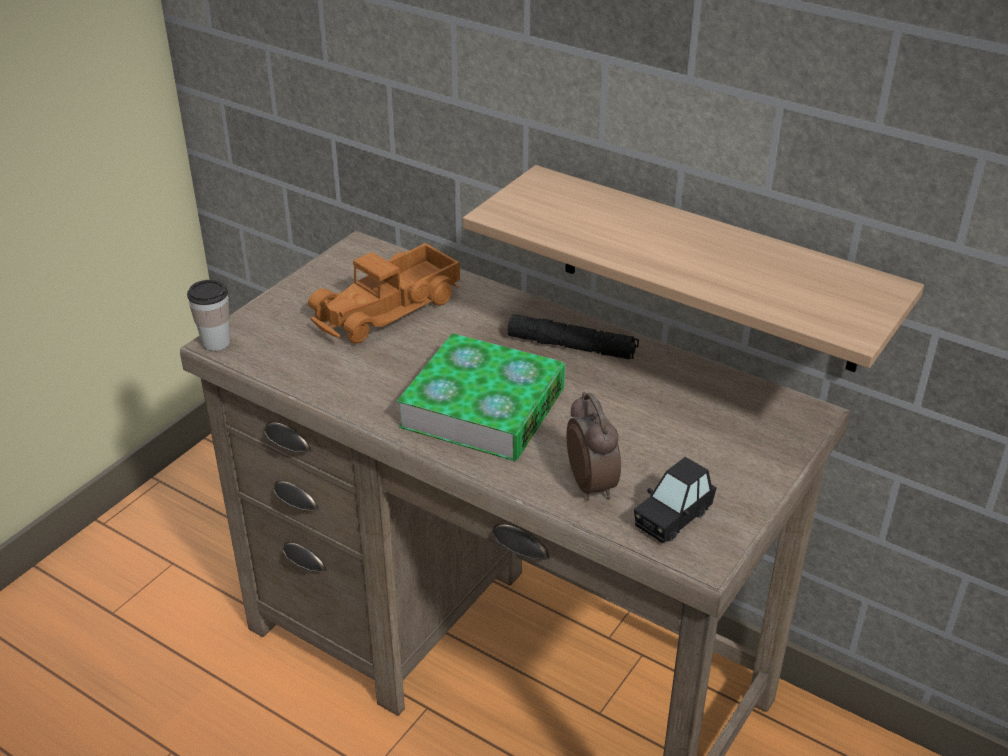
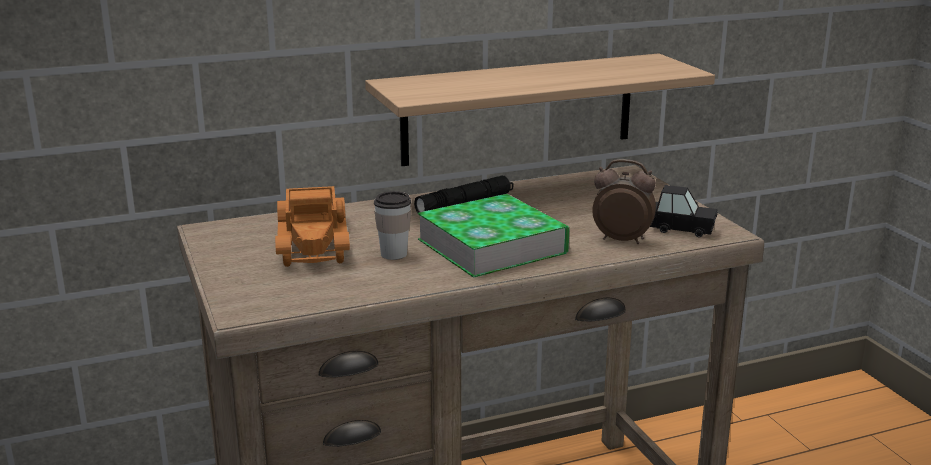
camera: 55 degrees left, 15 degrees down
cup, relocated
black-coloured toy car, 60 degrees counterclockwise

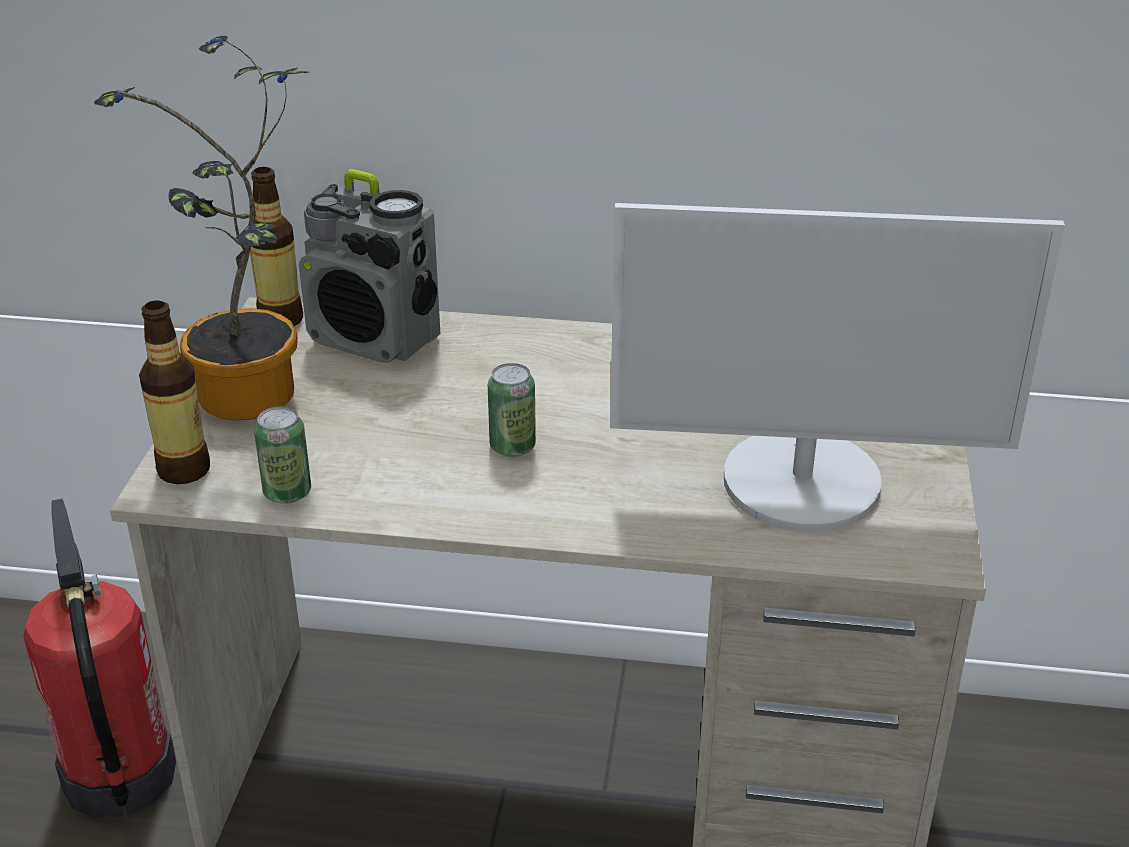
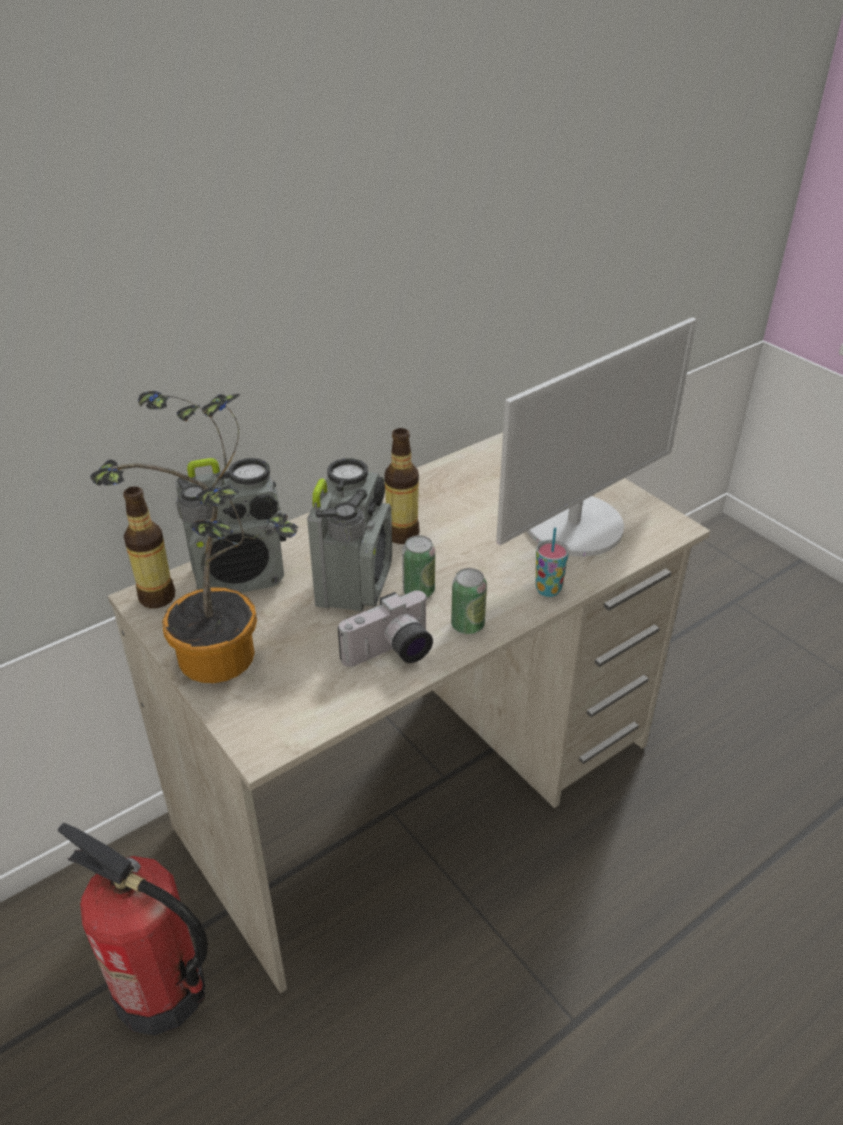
camera: 45 degrees left, 5 degrees up
bottle (no. 1 from left in the first image) => bottle (no. 2 from left), relocated
sealed can (no. 1 from left in the first image) => sealed can (no. 2 from left), relocated
nothing => radio set (no. 2 from left)
nothing => cup
nothing => photo camera

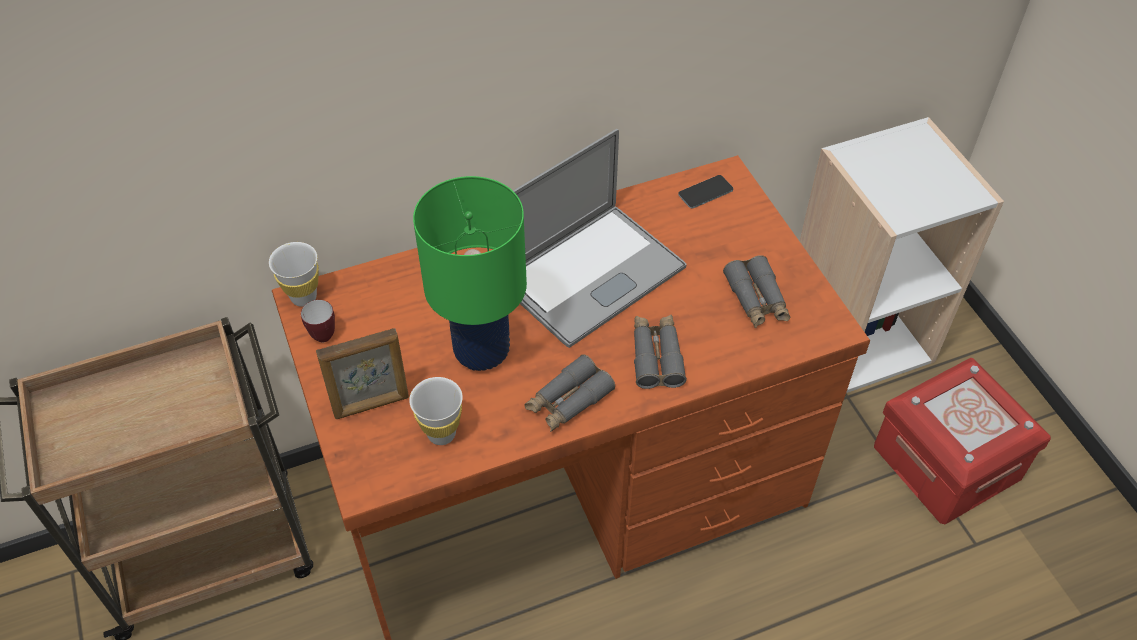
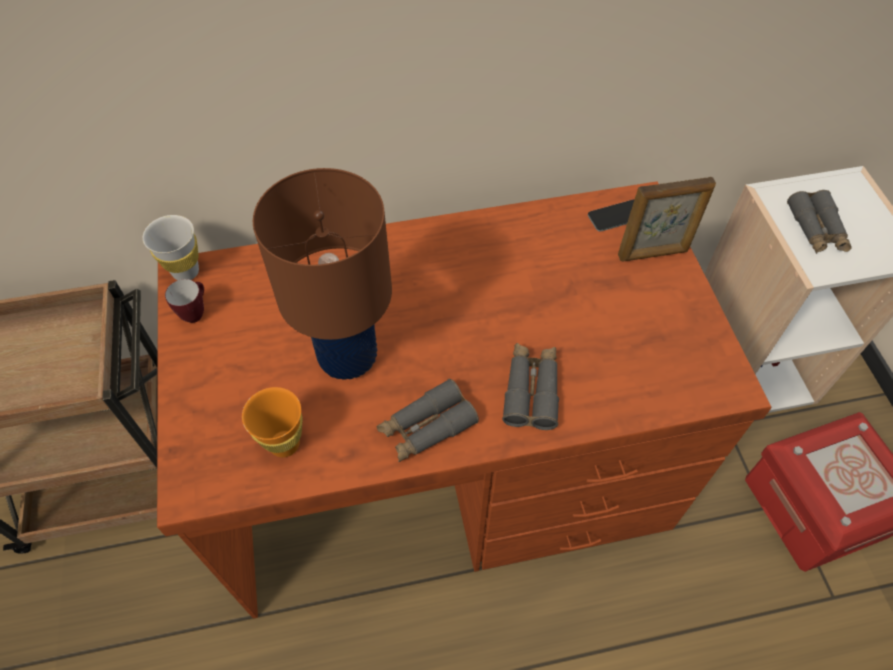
camera: 10 degrees right, 5 degrees up
notebook computer => nothing
green lamp for a table => brownish lamp for a table
greyish pair of binoculars (no. 3 from left), relocated
standing frame, relocated
white cup (no. 2 from left) => orangey cup

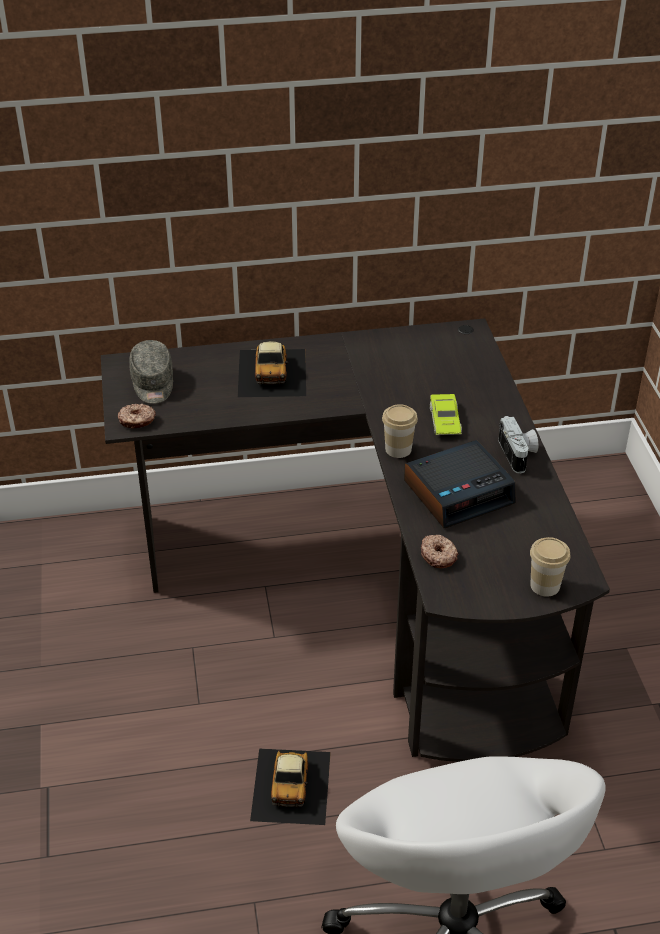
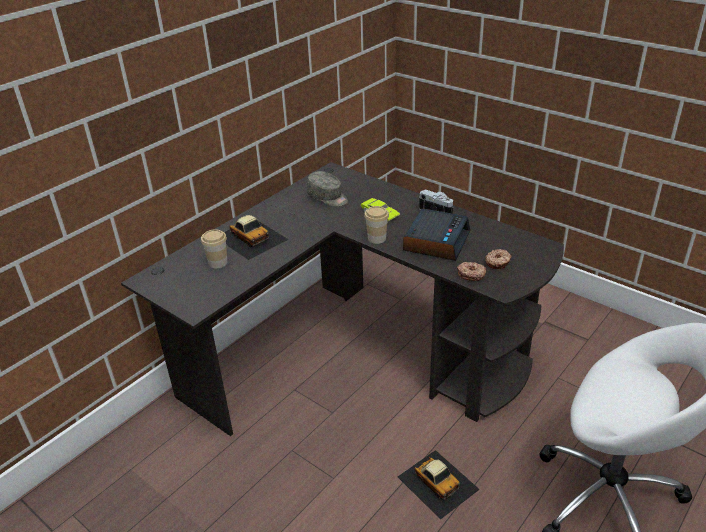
camera: 40 degrees left, 5 degrees down
greyish baseball cap, relocated
donut (no. 1 from left in the first image) => donut (no. 2 from left), relocated
cup (no. 2 from left in the first image) => cup (no. 1 from left), relocated

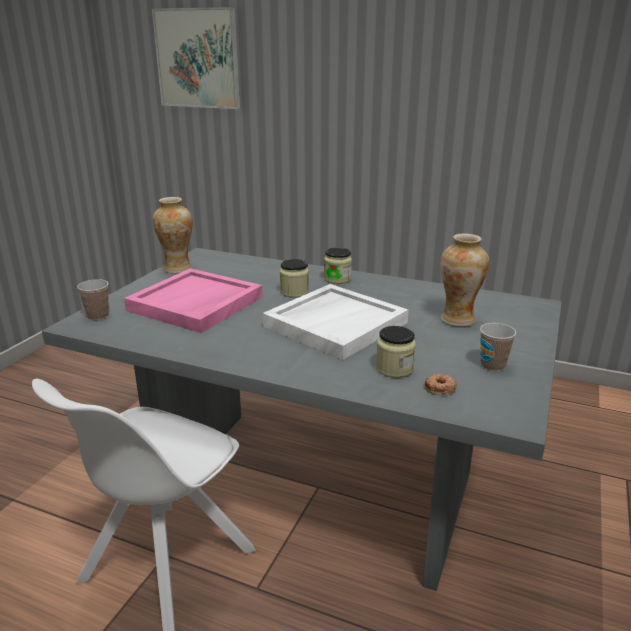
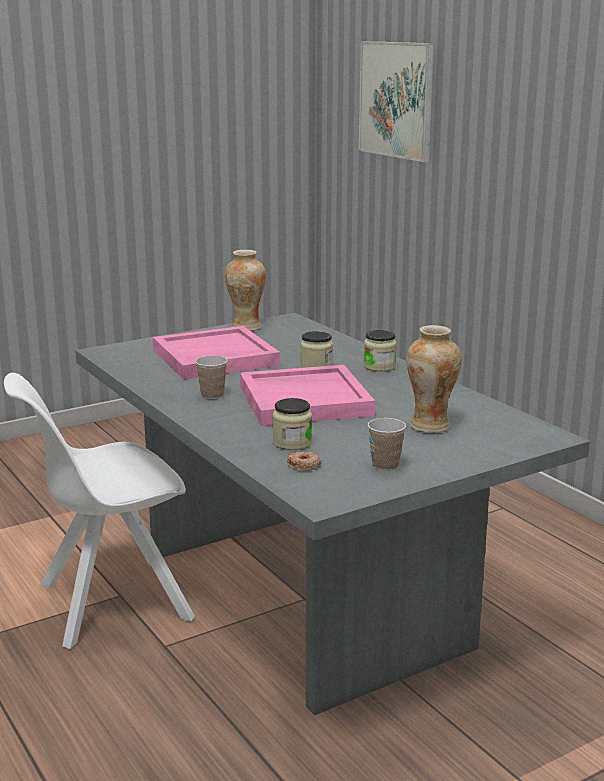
camera: 35 degrees right, 5 degrees down
cup (no. 1 from left), relocated
white tray => pink tray (no. 2 from left)

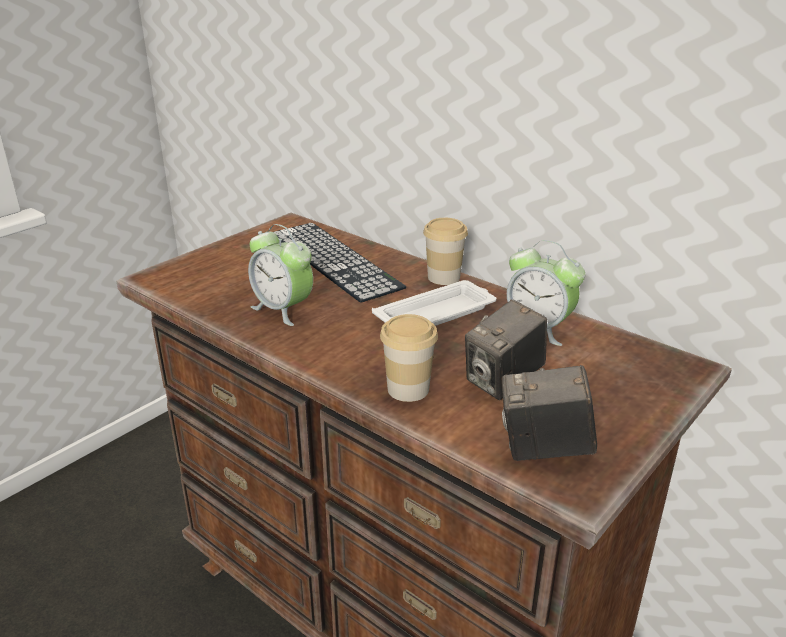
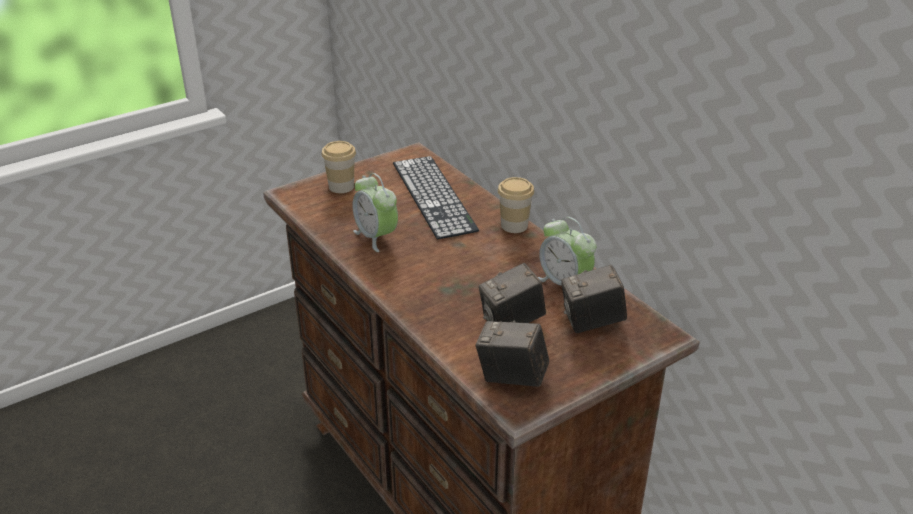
camera: 15 degrees right, 5 degrees up
white tray => nothing
cup (no. 1 from left), relocated
nothing => photo camera (no. 3 from left)

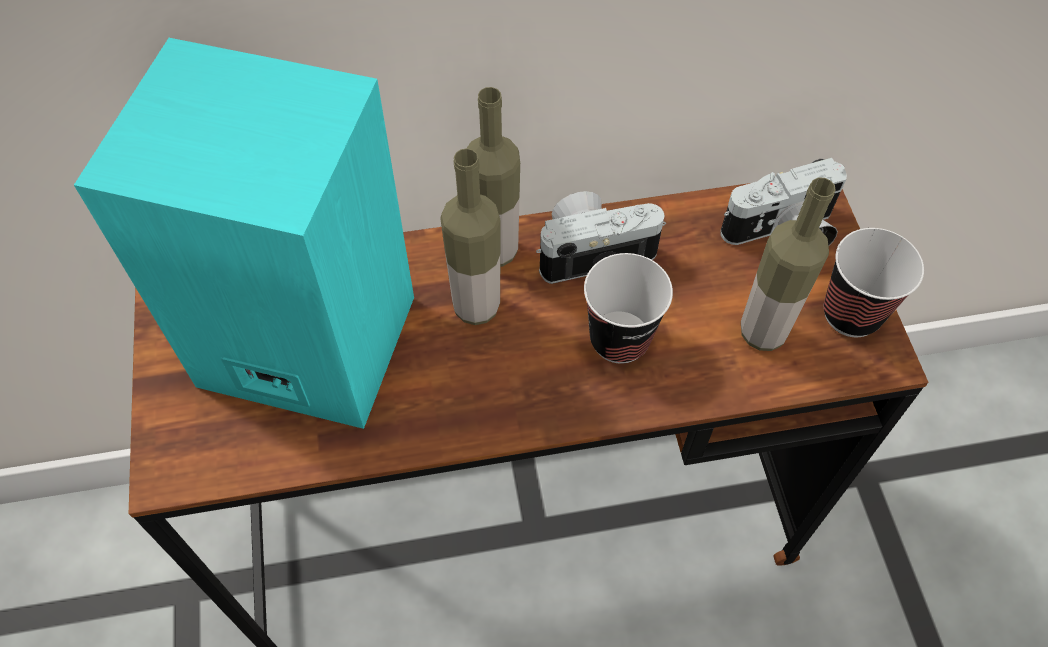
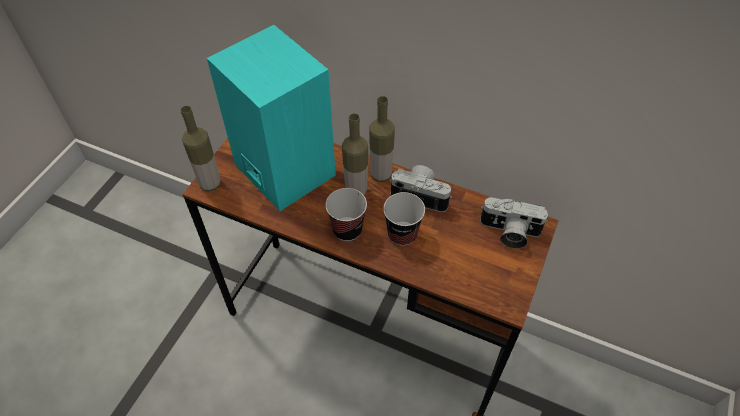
camera: 35 degrees right, 5 degrees down
bottle (no. 3 from left in the first image) => bottle (no. 1 from left), relocated
cup (no. 2 from left in the first image) => cup (no. 1 from left), relocated

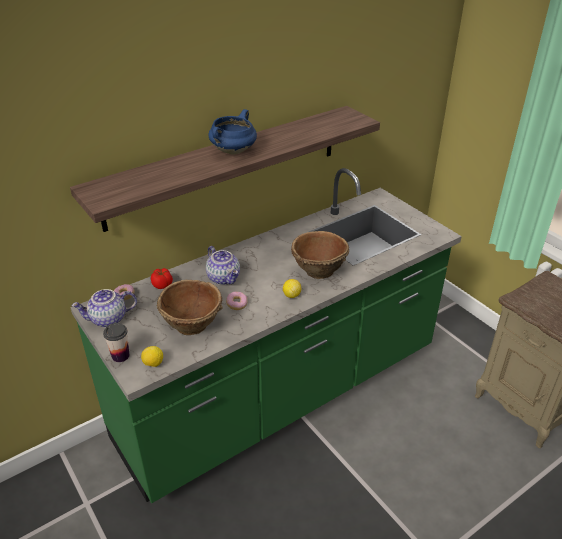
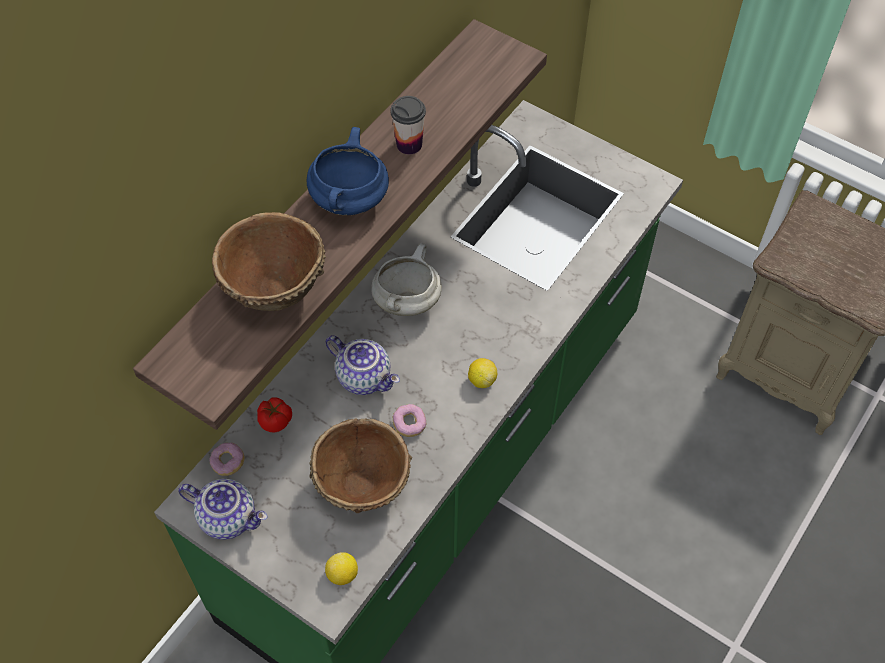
camera: 20 degrees left, 20 degrees up
brownish deep dish (no. 2 from left in the first image) => brownish deep dish (no. 1 from left), relocated
tea pot (no. 1 from left), 120 degrees counterclockwise
cup, relocated
nothing => white stockpot

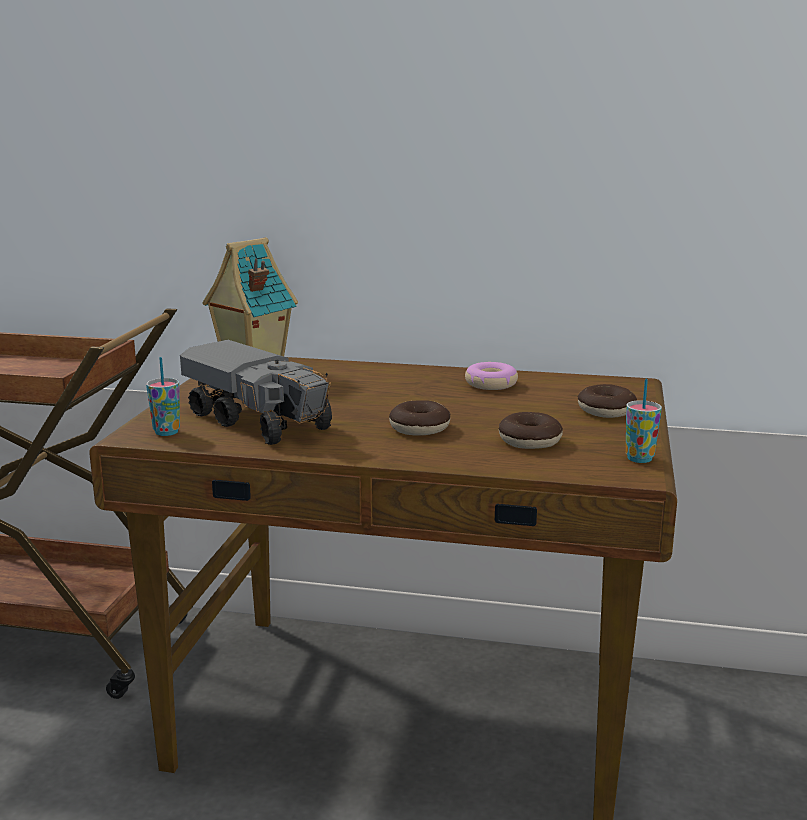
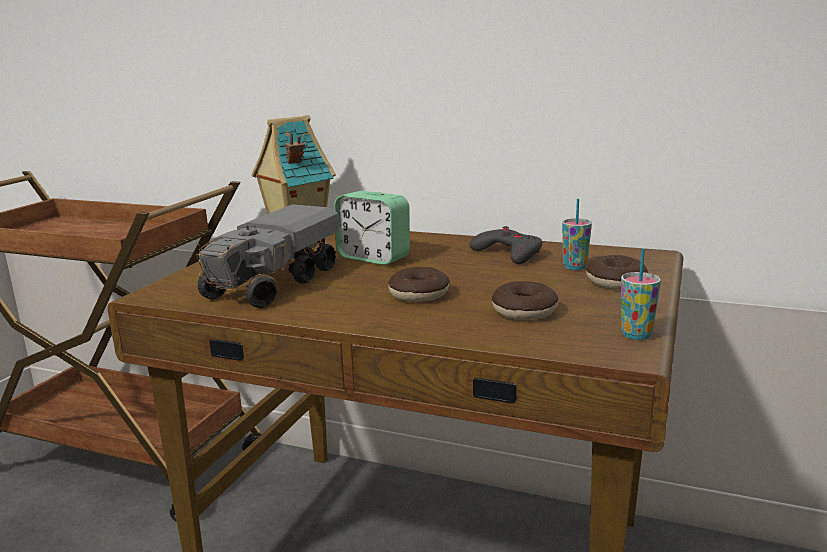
camera: 10 degrees right, 0 degrees up
toy truck, 60 degrees clockwise
cup (no. 1 from left), relocated
donut (no. 2 from left) => greyish game controller
nothing => alarm clock

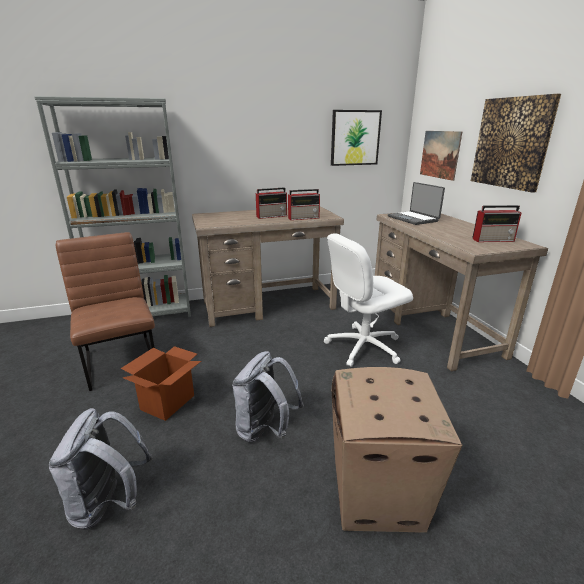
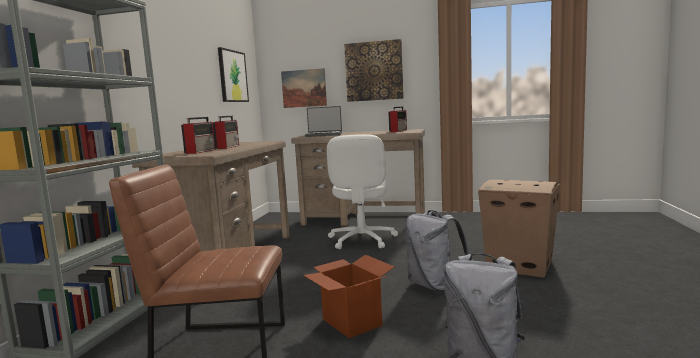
camera: 60 degrees left, 15 degrees down
radio set (no. 2 from left in the first image) => radio set (no. 1 from left), relocated

